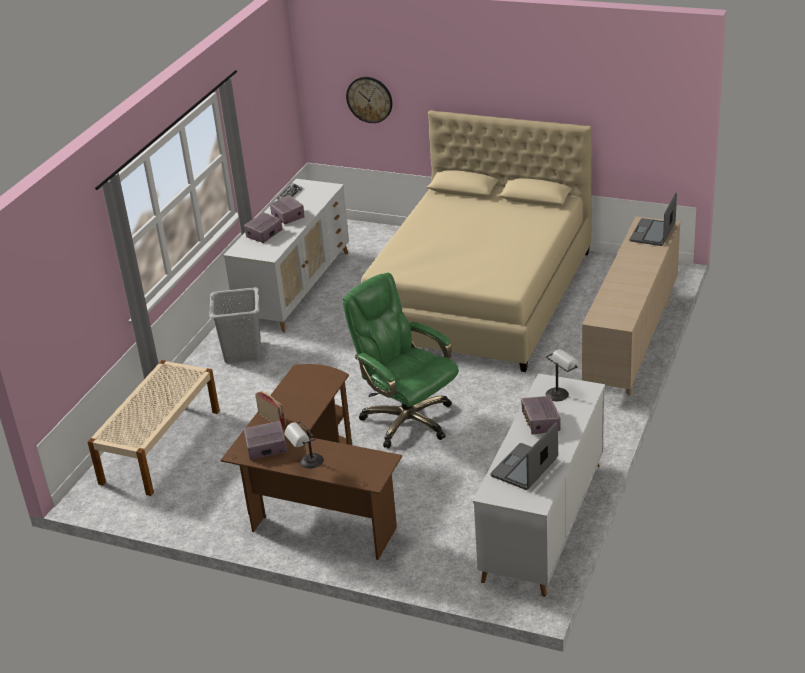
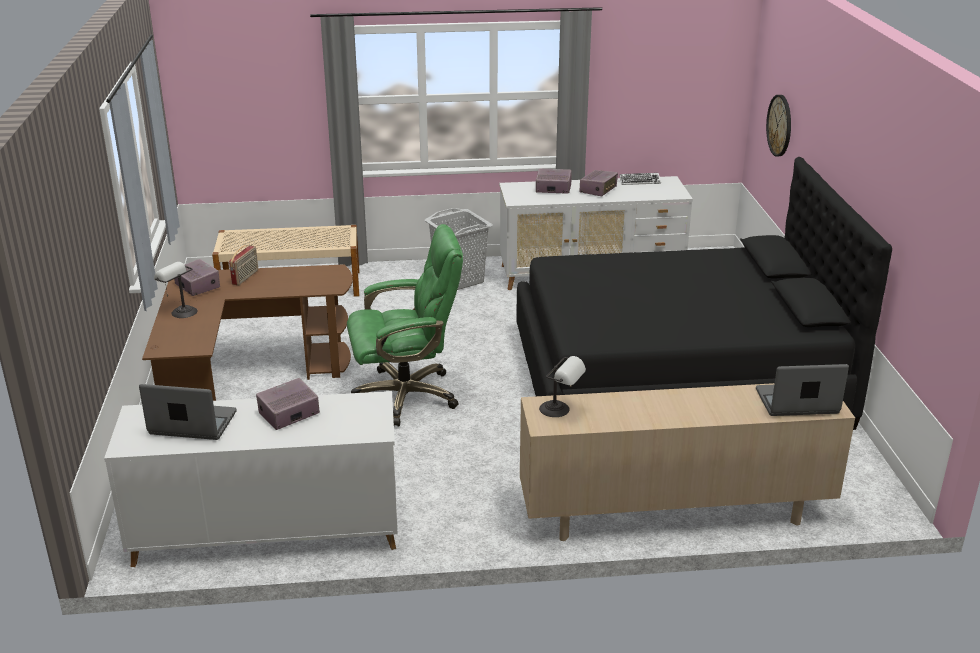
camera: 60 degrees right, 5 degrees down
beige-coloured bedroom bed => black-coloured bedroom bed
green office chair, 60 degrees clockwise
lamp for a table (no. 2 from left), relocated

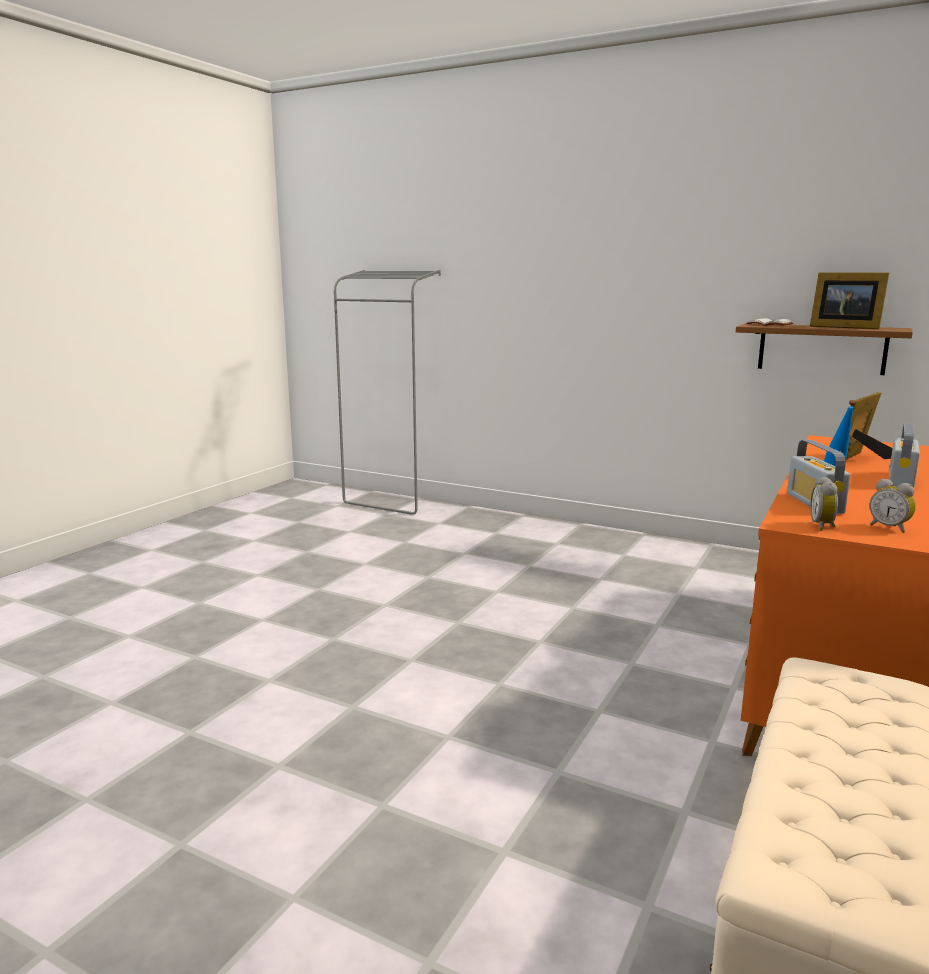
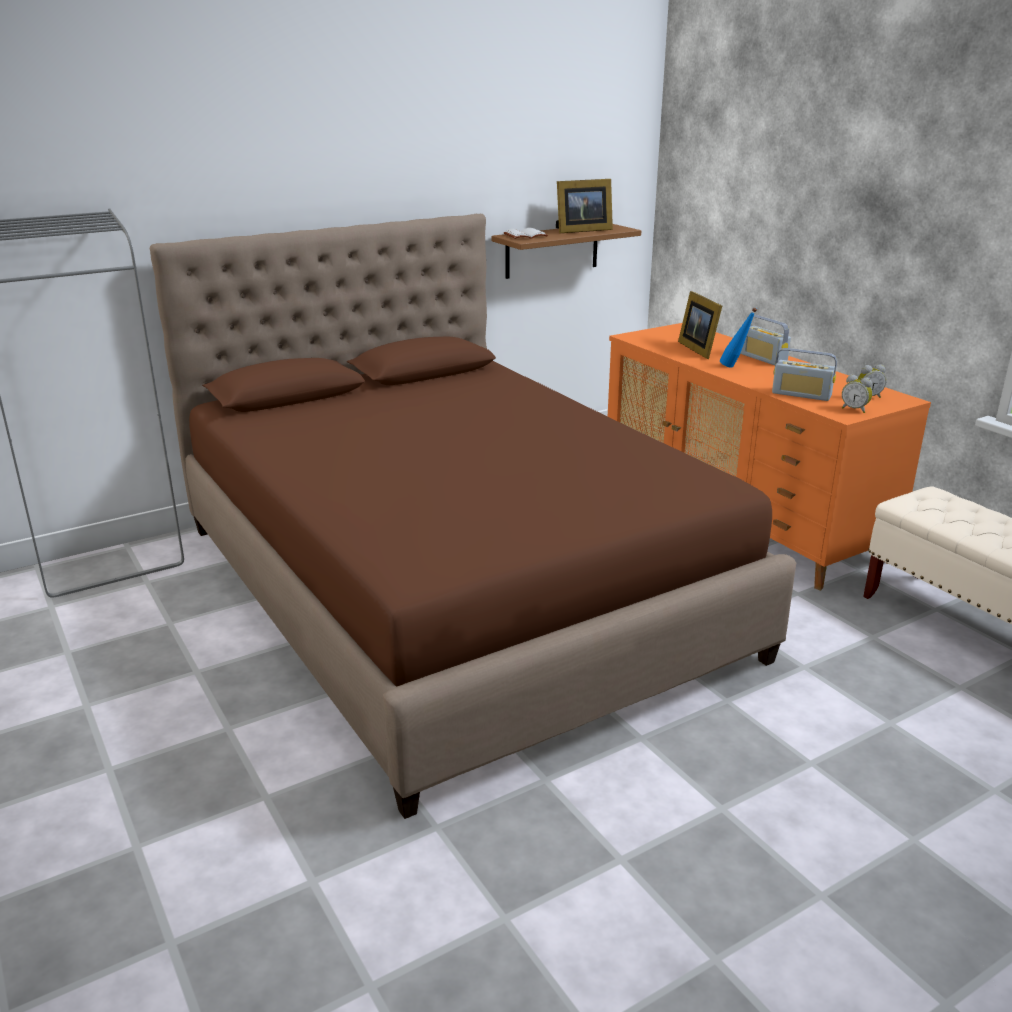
camera: 60 degrees left, 10 degrees up
nothing => brownish bedroom bed

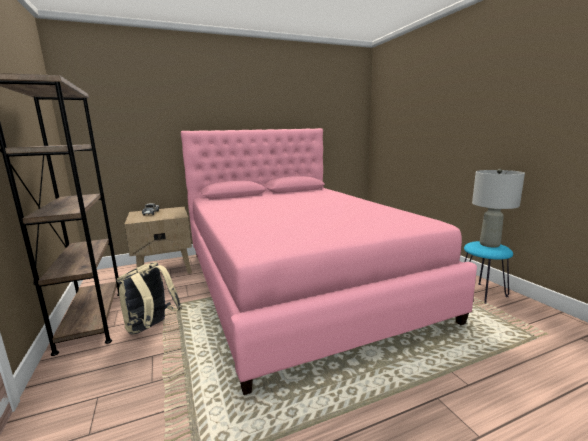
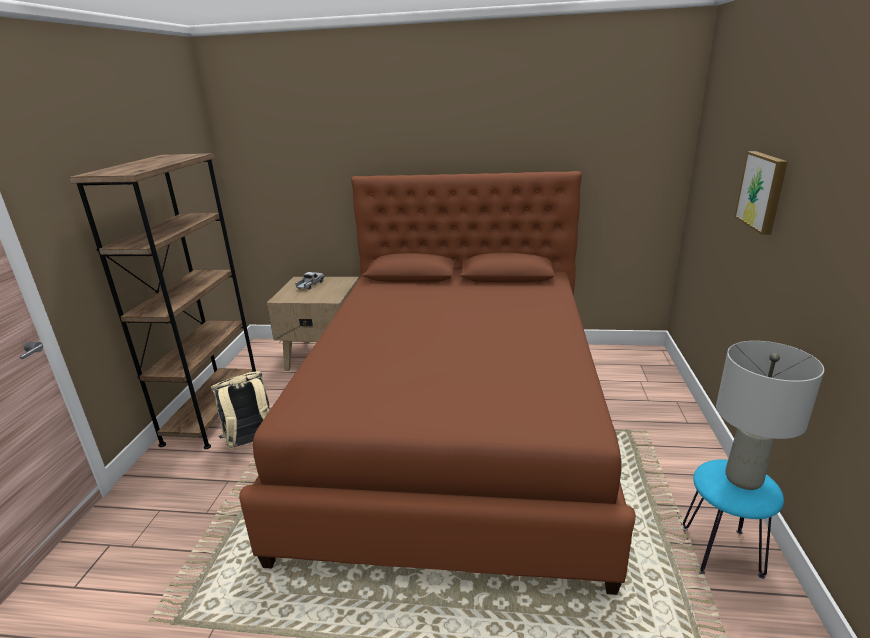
camera: 30 degrees right, 10 degrees up
pink bedroom bed => brownish bedroom bed
nothing => wall picture

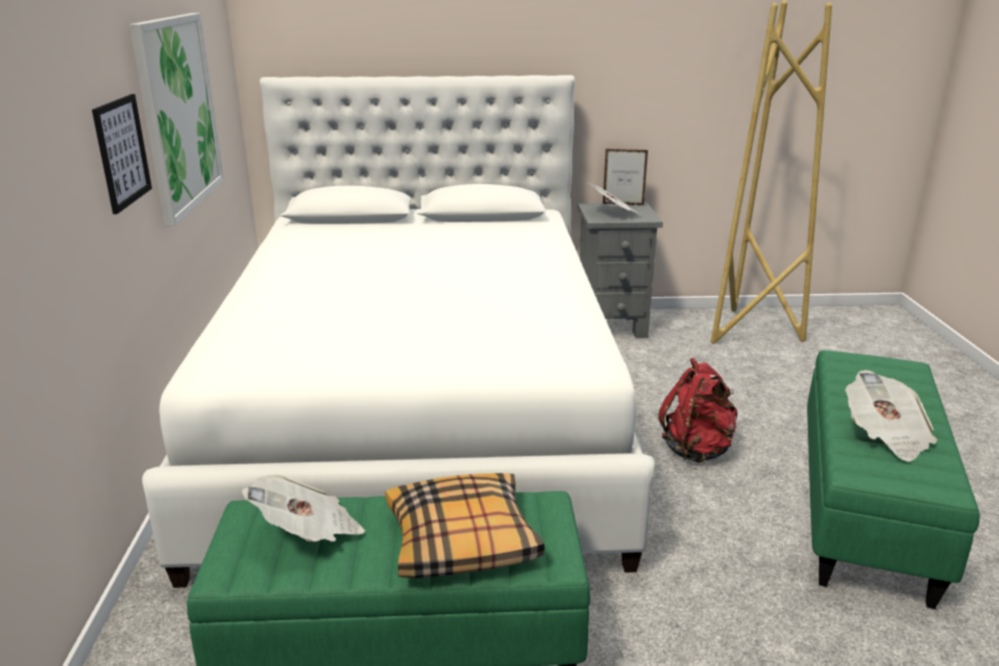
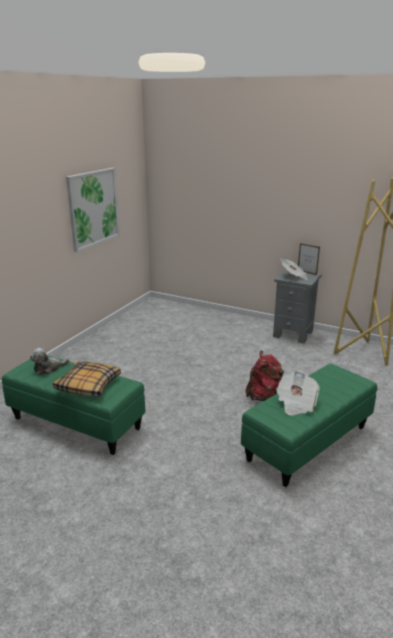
camera: 30 degrees right, 0 degrees up
white bedroom bed => nothing
wall picture (no. 1 from left) => nothing
printed paper (no. 1 from left) => cuddly toy

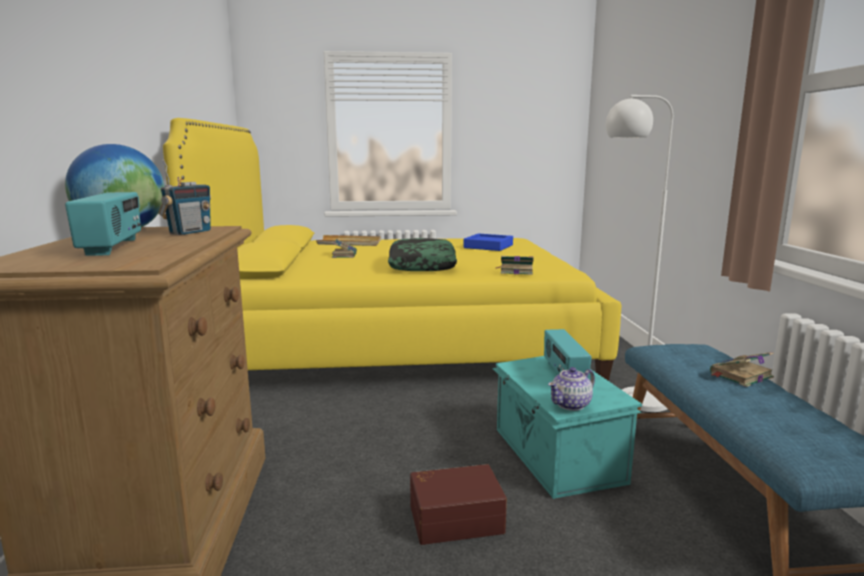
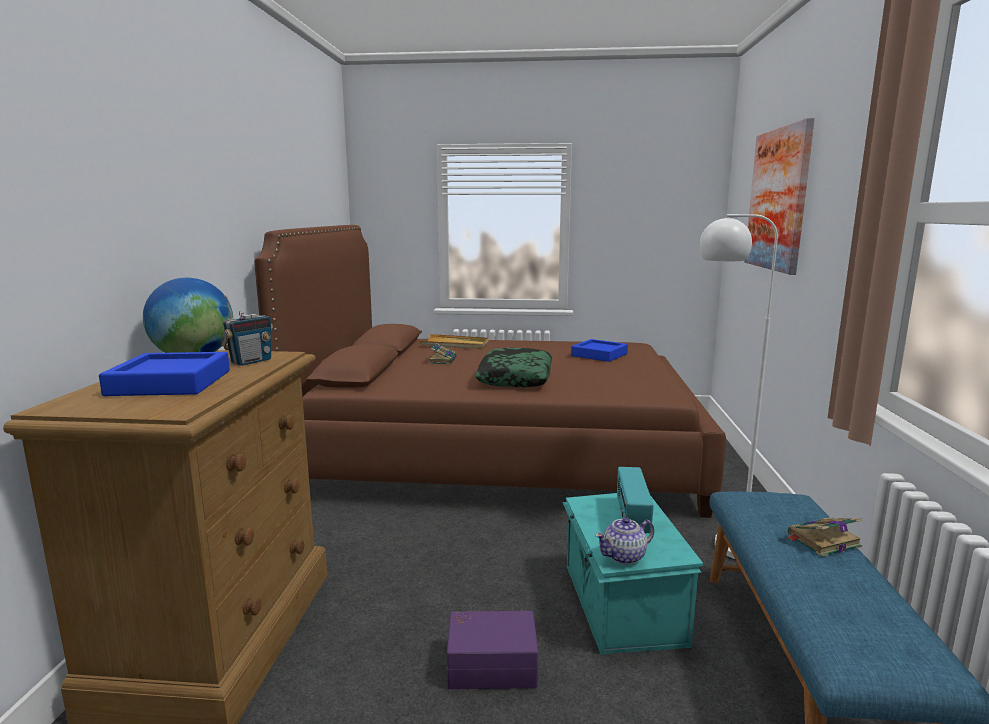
camera: 10 degrees right, 0 degrees up
yellow bedroom bed => brownish bedroom bed
radio set (no. 1 from left) => blue-coloured tray (no. 1 from left)
volume (no. 2 from left) => nothing
brownish storage bin => purple storage bin
nothing => wall picture

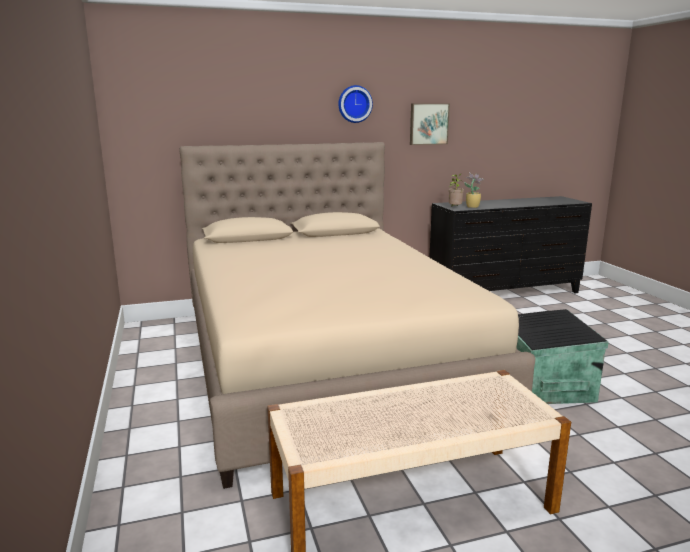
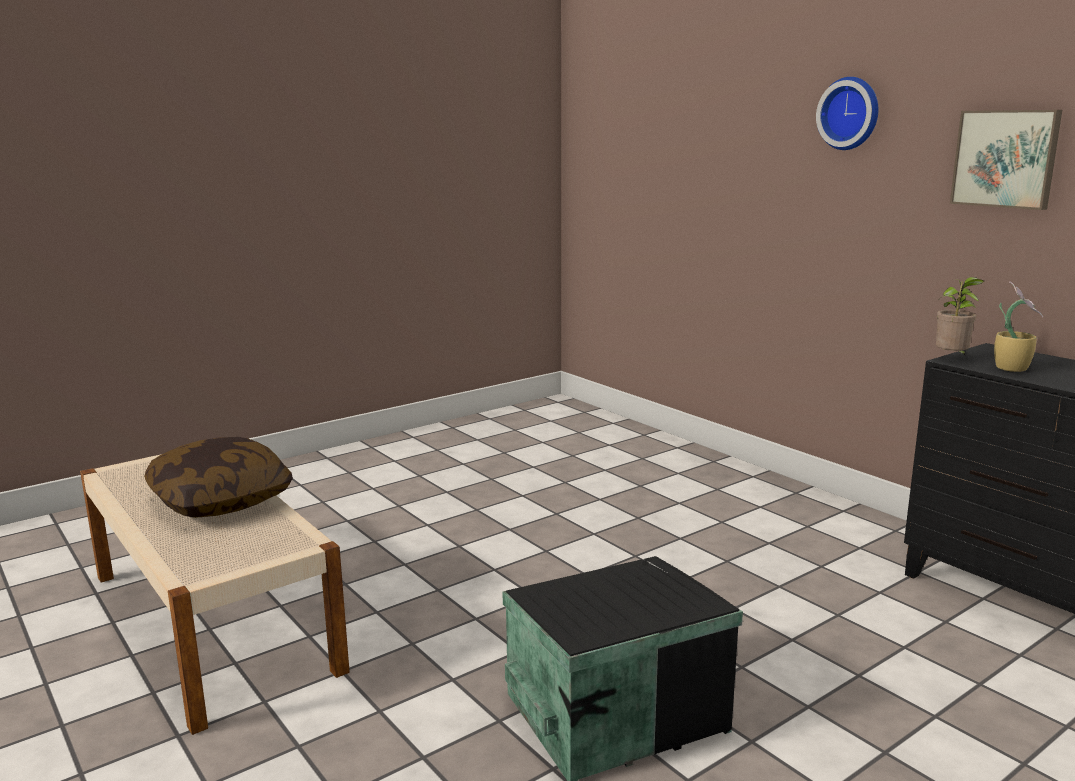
camera: 70 degrees right, 0 degrees up
beige-coloured bedroom bed => nothing
nothing => pillow

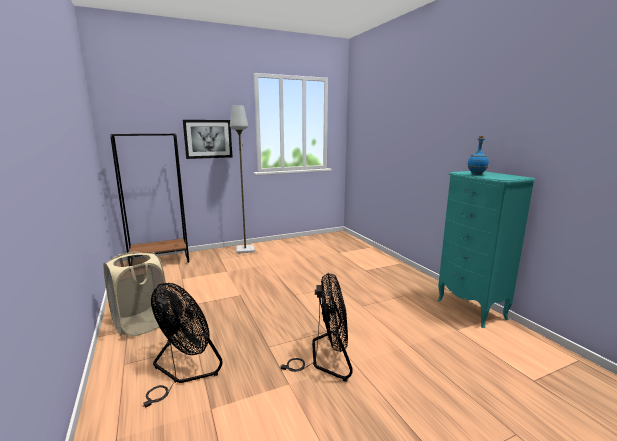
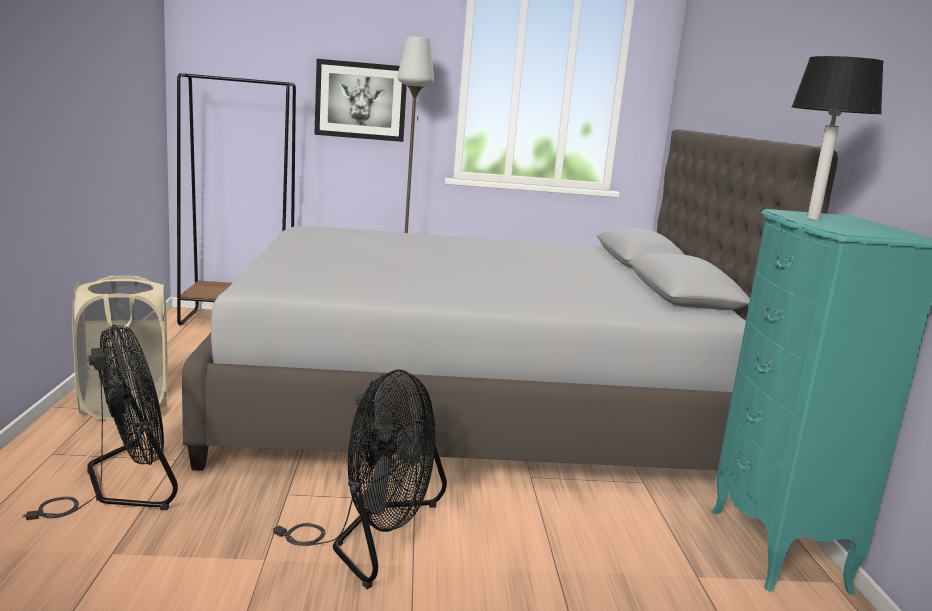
camera: 20 degrees right, 0 degrees up
blue-coloured bottle => lamp for a table
nothing => greyish bedroom bed

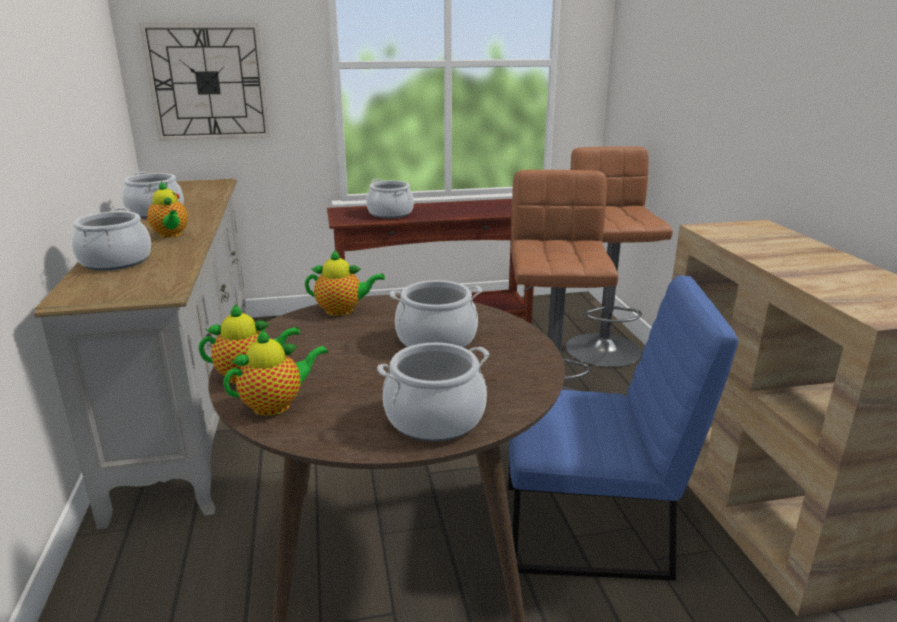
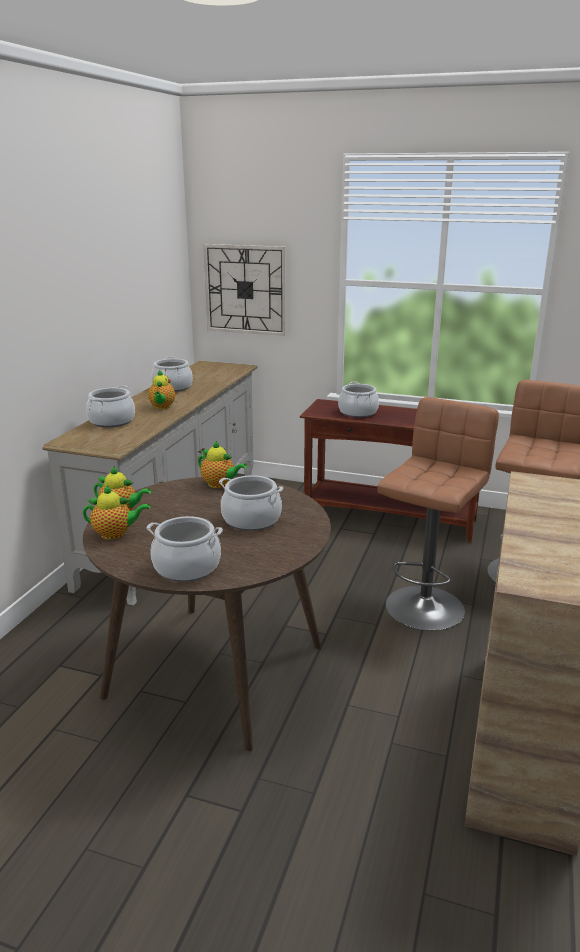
camera: 30 degrees right, 0 degrees up
blue-coloured upright chair => nothing

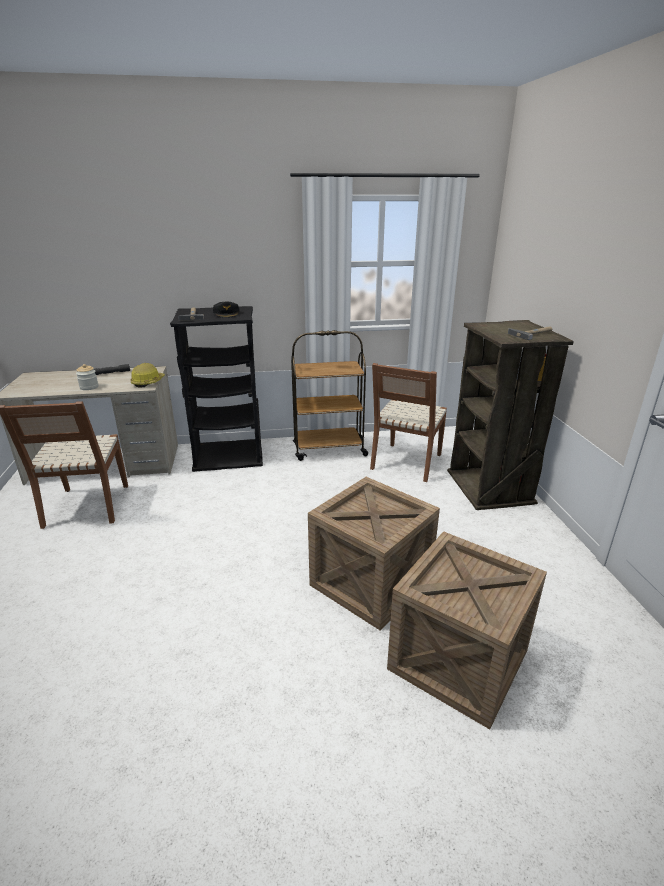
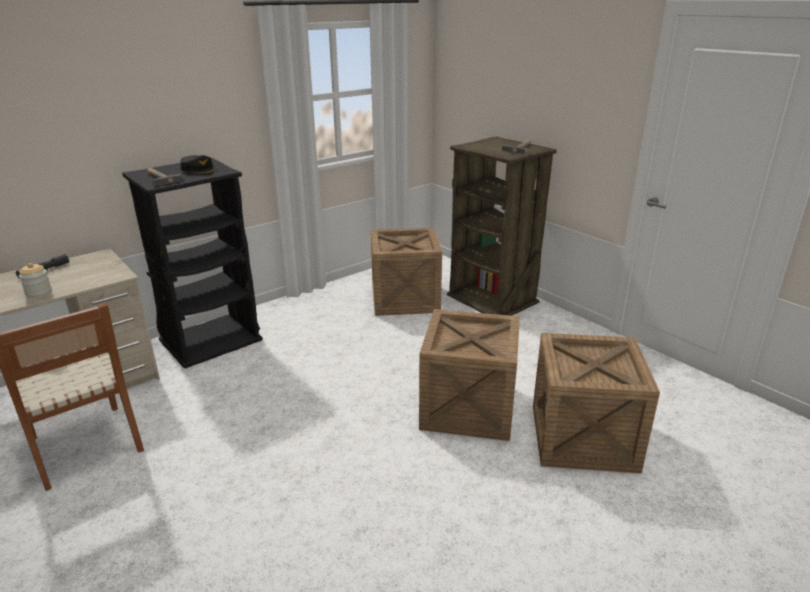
camera: 30 degrees left, 0 degrees up
brownish wheeled cart => nothing
safety helmet => nothing
upright chair (no. 2 from left) => shipping crate (no. 1 from left)

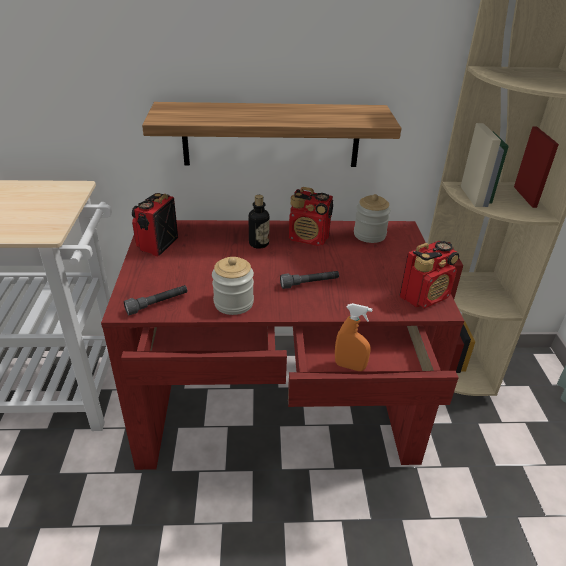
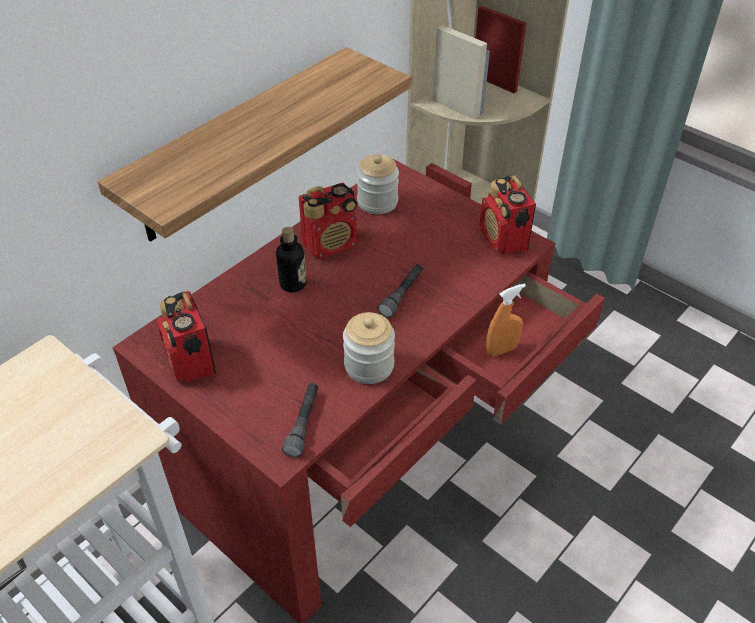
camera: 45 degrees left, 10 degrees up
radio set (no. 3 from left), 150 degrees clockwise

